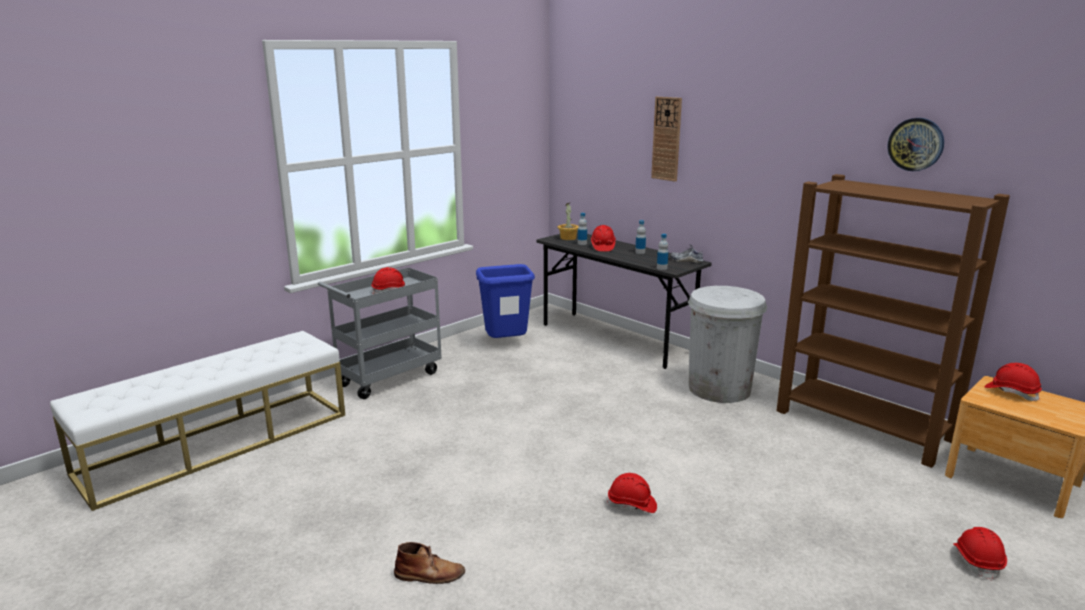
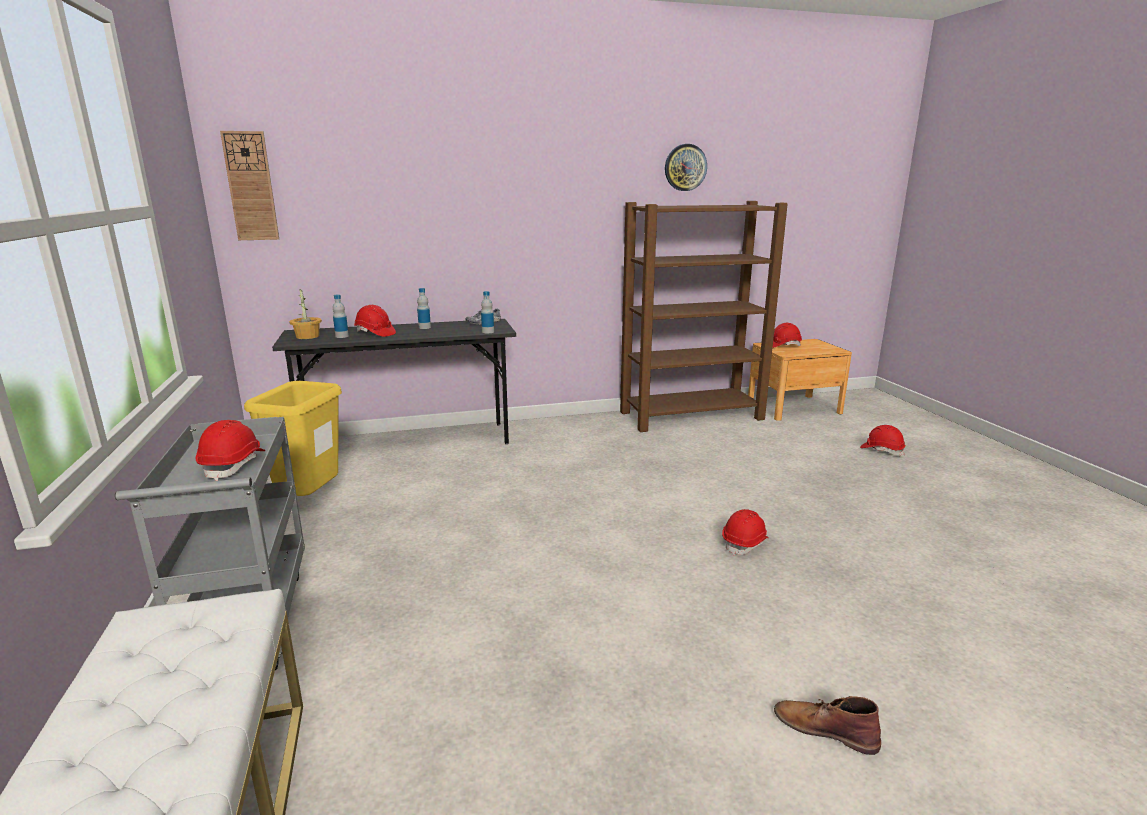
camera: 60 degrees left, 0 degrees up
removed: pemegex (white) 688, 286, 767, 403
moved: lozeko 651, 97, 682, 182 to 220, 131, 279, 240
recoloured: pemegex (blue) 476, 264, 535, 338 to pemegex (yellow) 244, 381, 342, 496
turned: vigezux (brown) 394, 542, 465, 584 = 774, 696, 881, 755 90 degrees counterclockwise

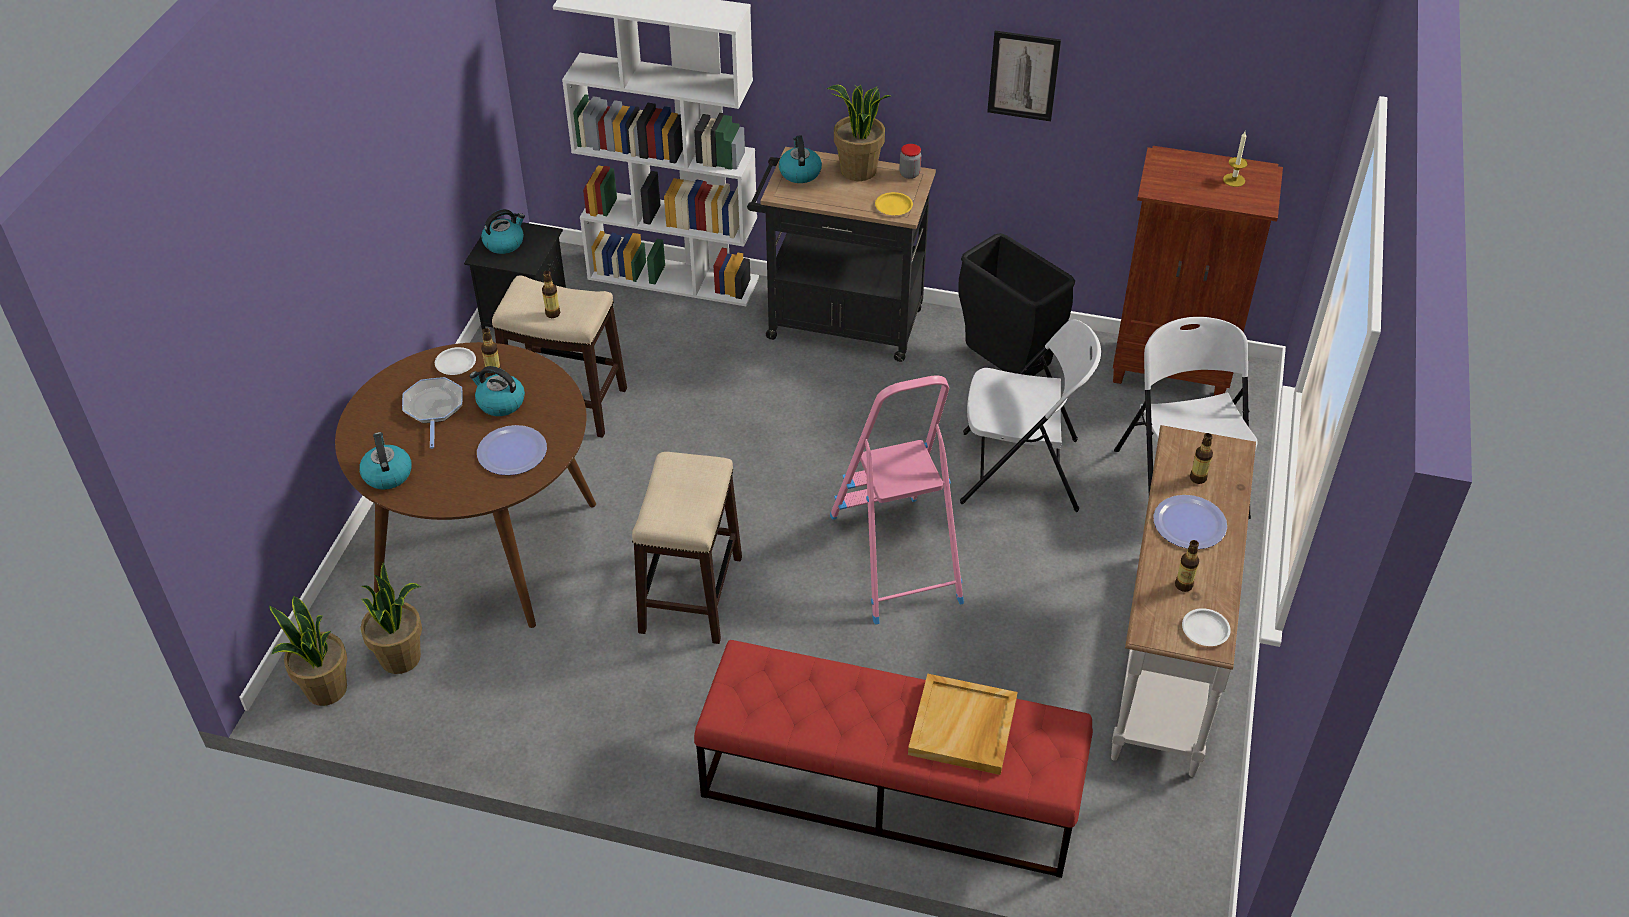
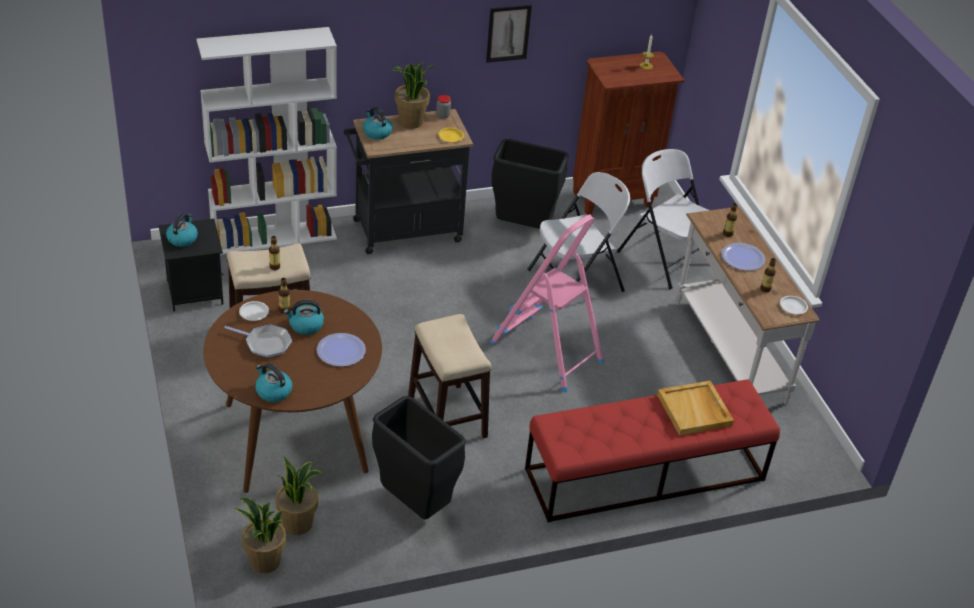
camera: 35 degrees left, 5 degrees down
added: pemegex (black) 372, 396, 466, 519
turned: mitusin 402, 377, 463, 449 = 224, 324, 292, 358 150 degrees clockwise

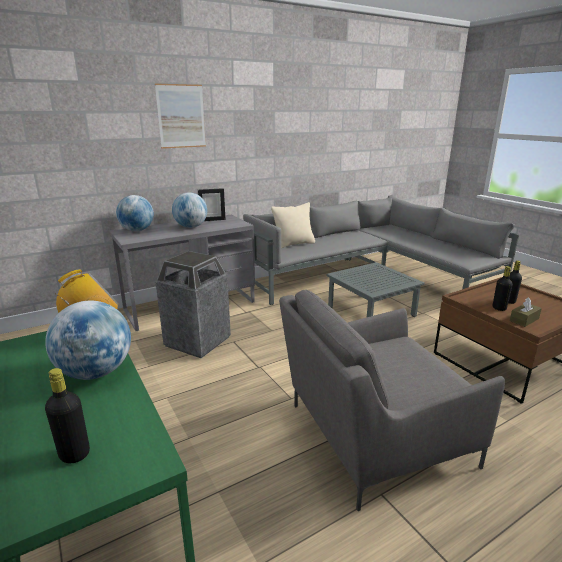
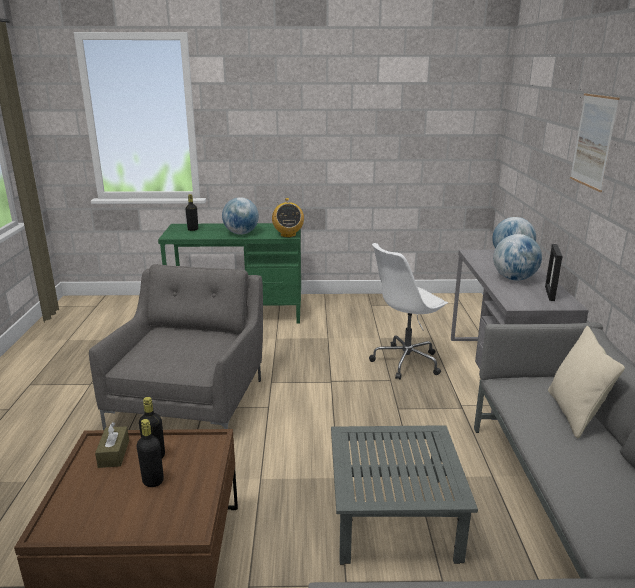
camera: 120 degrees right, 0 degrees up
replaced: pemegex 156, 251, 231, 358 to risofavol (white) 369, 243, 448, 380

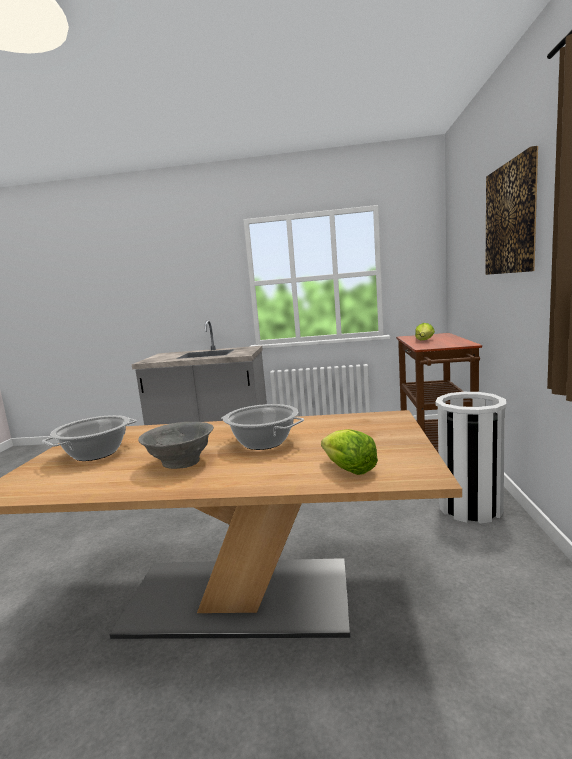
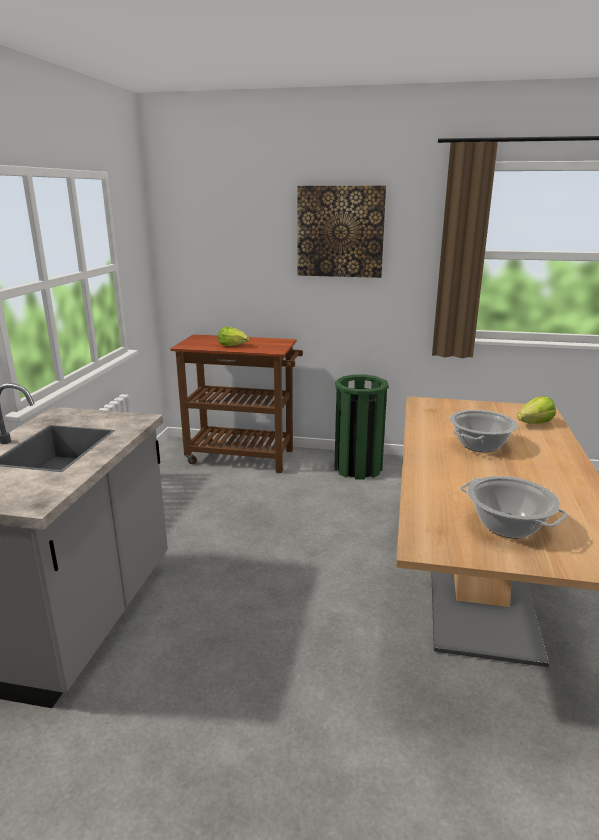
camera: 85 degrees left, 10 degrees up
removed: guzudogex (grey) 138, 422, 214, 469
recoloured: pemegex (white) 436, 392, 506, 524 to pemegex (green) 335, 375, 389, 479

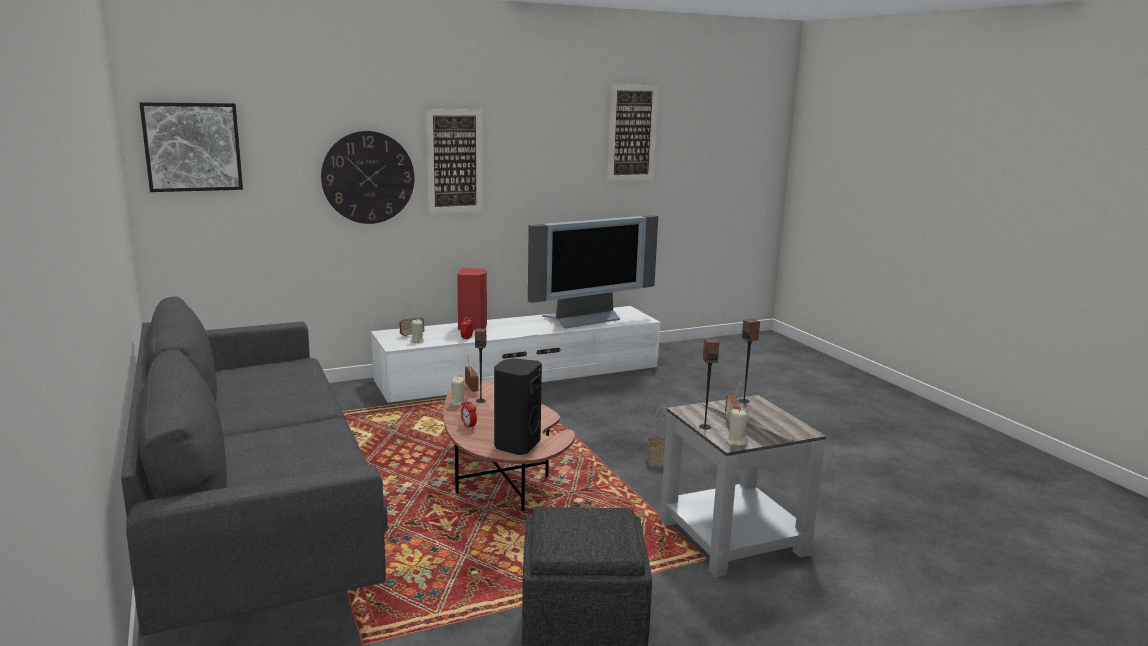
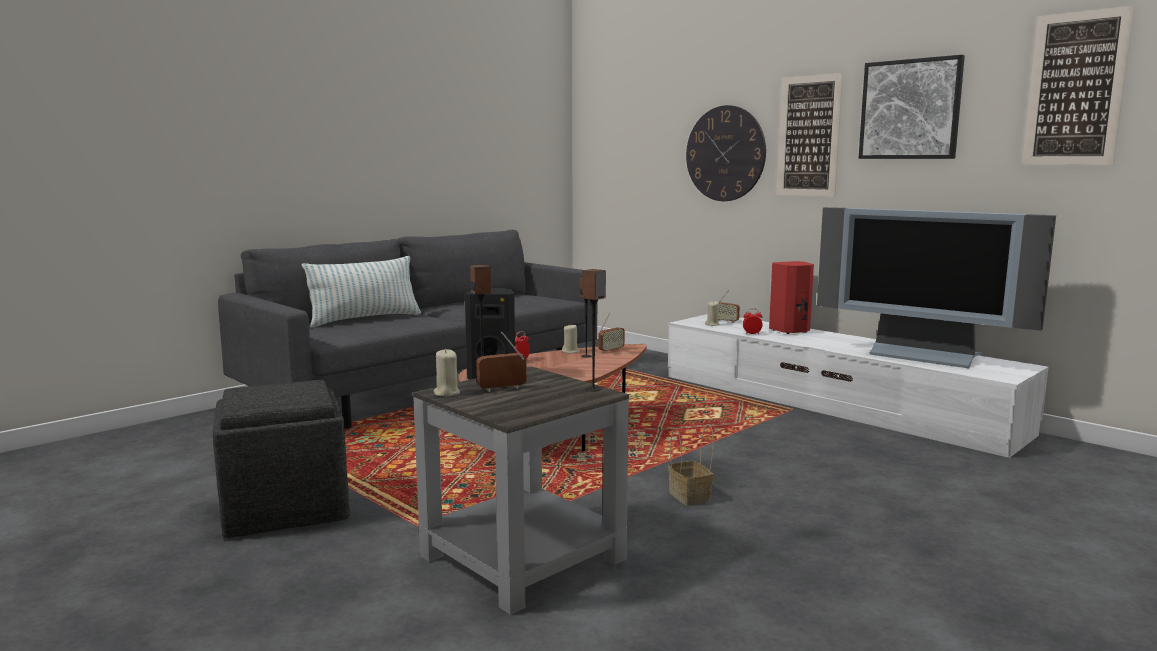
camera: 70 degrees right, 5 degrees down
added: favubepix 302, 256, 421, 327
moved: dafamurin 140, 102, 243, 192 to 858, 55, 965, 159

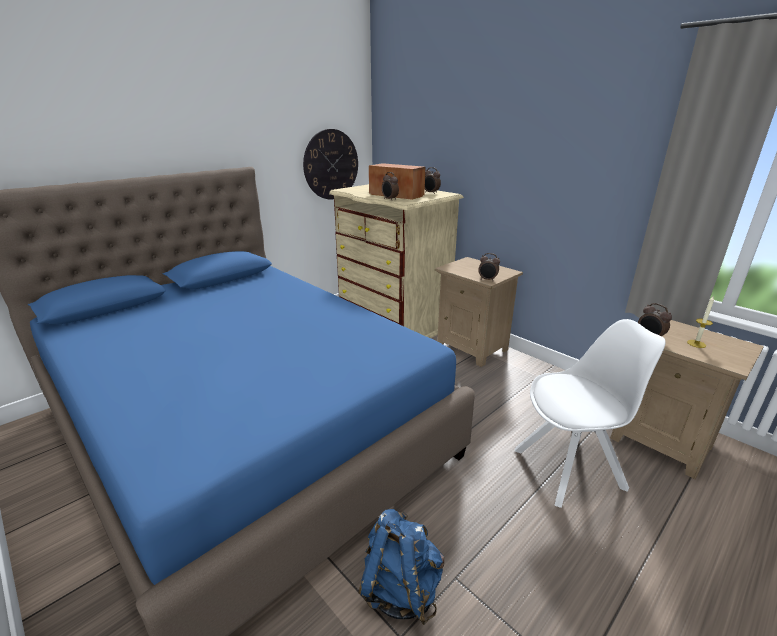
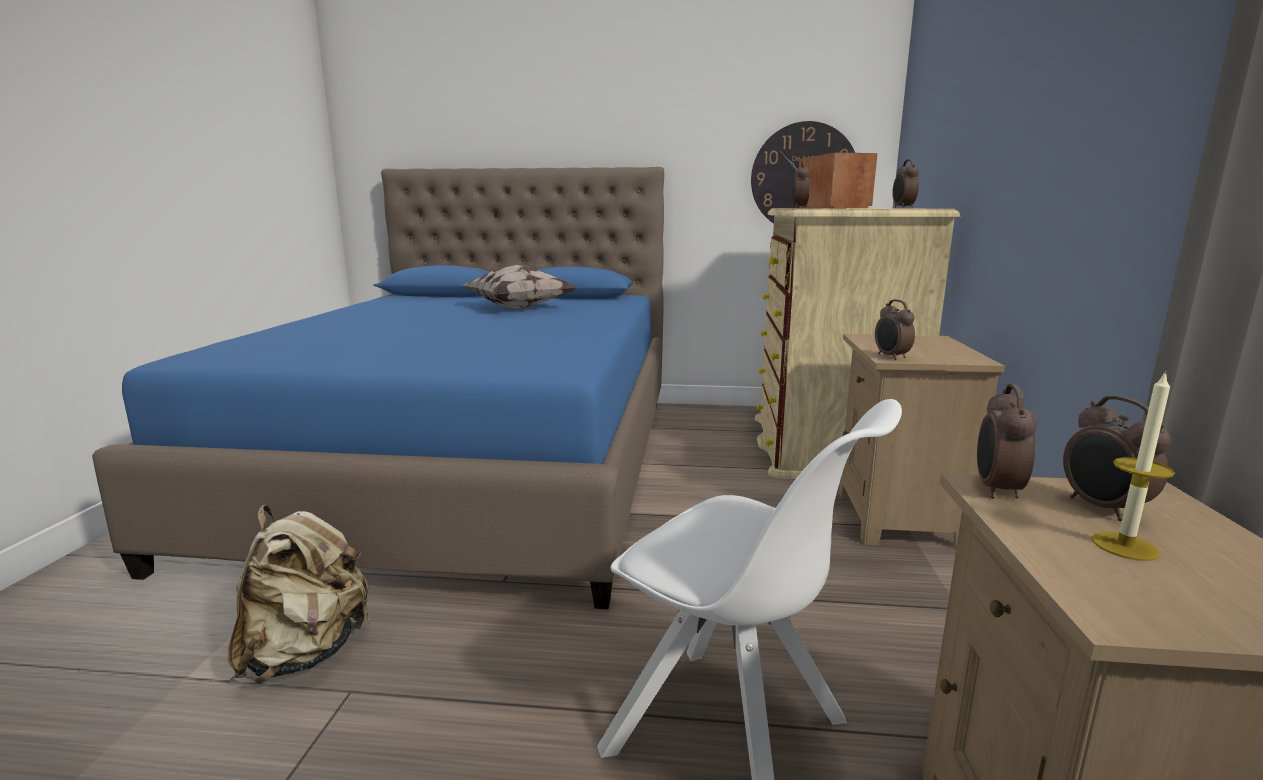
camera: 50 degrees right, 10 degrees down
added: favubepix 461, 265, 577, 309; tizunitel 1063, 396, 1171, 521
recoloured: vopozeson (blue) 359, 509, 444, 625 to vopozeson (beige) 228, 504, 371, 683

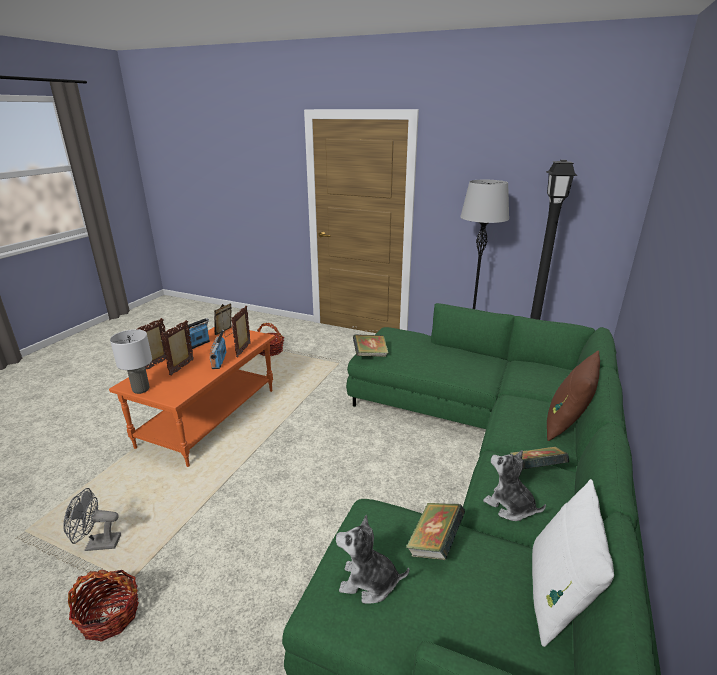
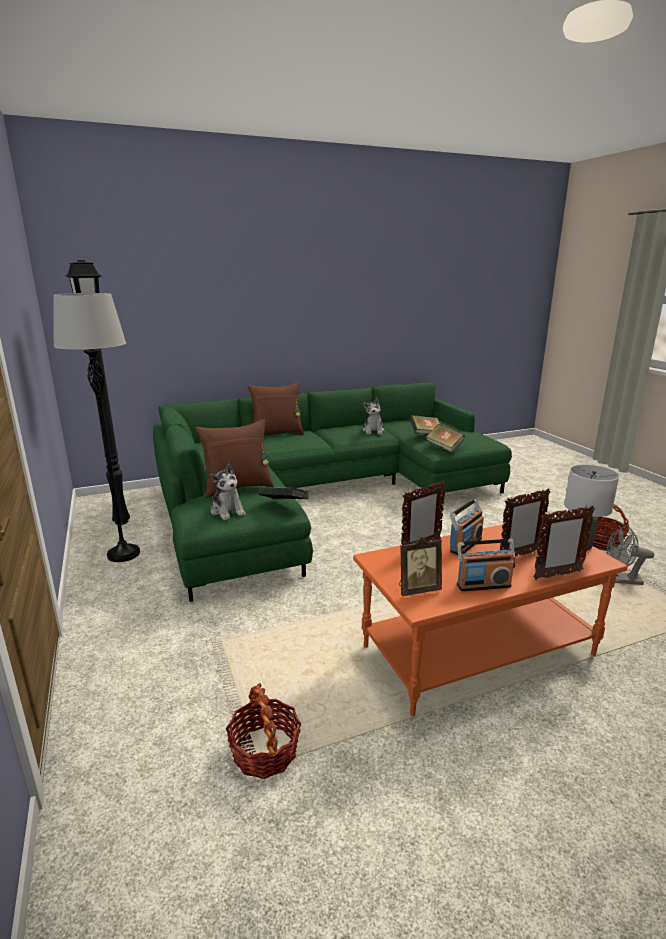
camera: 135 degrees left, 5 degrees down
removed: favubepix (white) 532, 479, 614, 647
added: favubepix (brown) 196, 419, 274, 498
moved: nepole 336, 515, 410, 604 to 210, 464, 246, 520; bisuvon 510, 446, 570, 469 to 426, 424, 465, 452
turned: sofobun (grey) 63, 488, 121, 551 = 607, 526, 654, 585 150 degrees clockwise

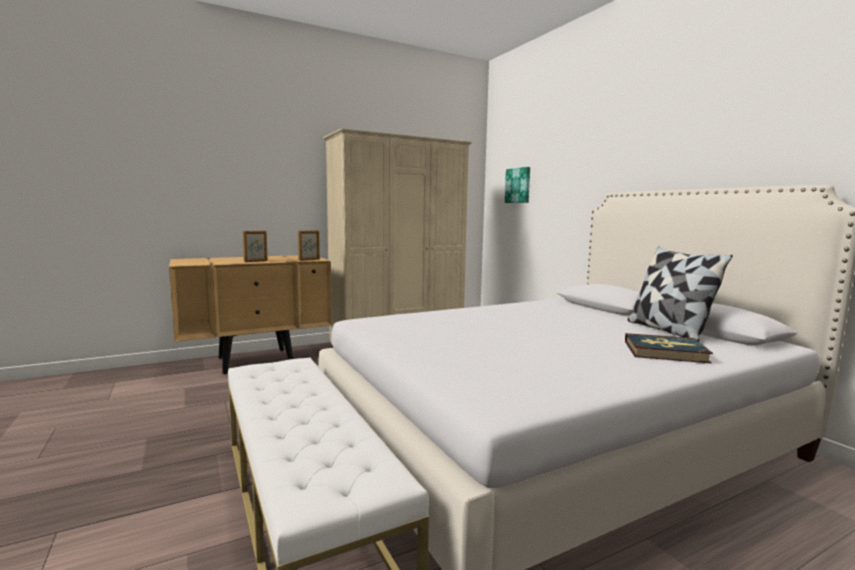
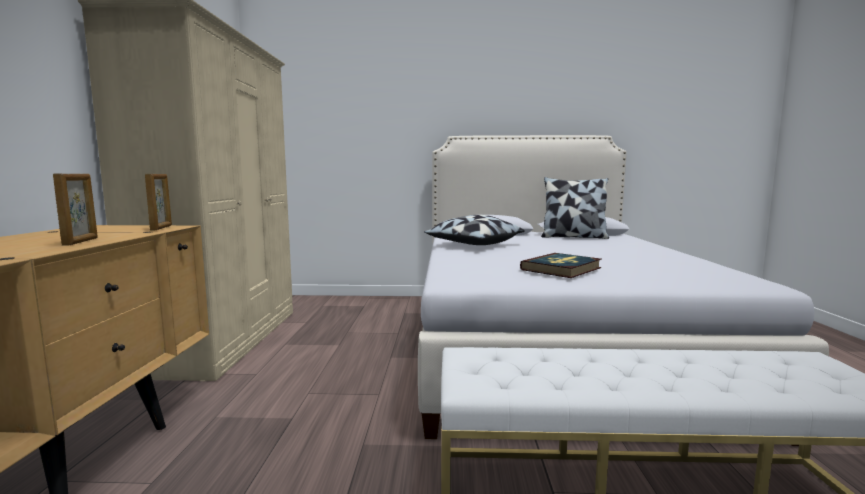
camera: 60 degrees left, 0 degrees up
removed: dafamurin 505, 167, 530, 203
added: favubepix 424, 215, 524, 245
moved: bisuvon 625, 333, 713, 363 to 520, 253, 602, 278

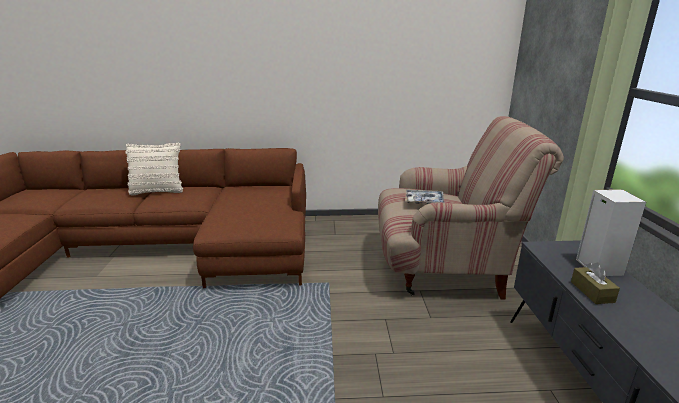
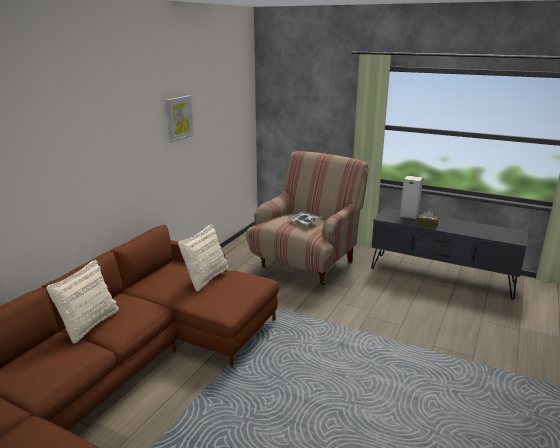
camera: 60 degrees left, 0 degrees up
added: dafamurin 166, 96, 194, 143; favubepix (beige) 178, 224, 229, 291

